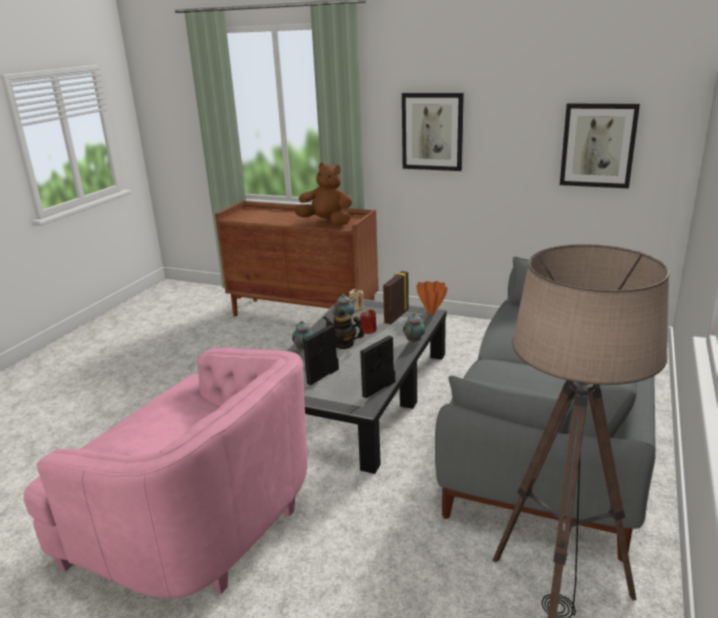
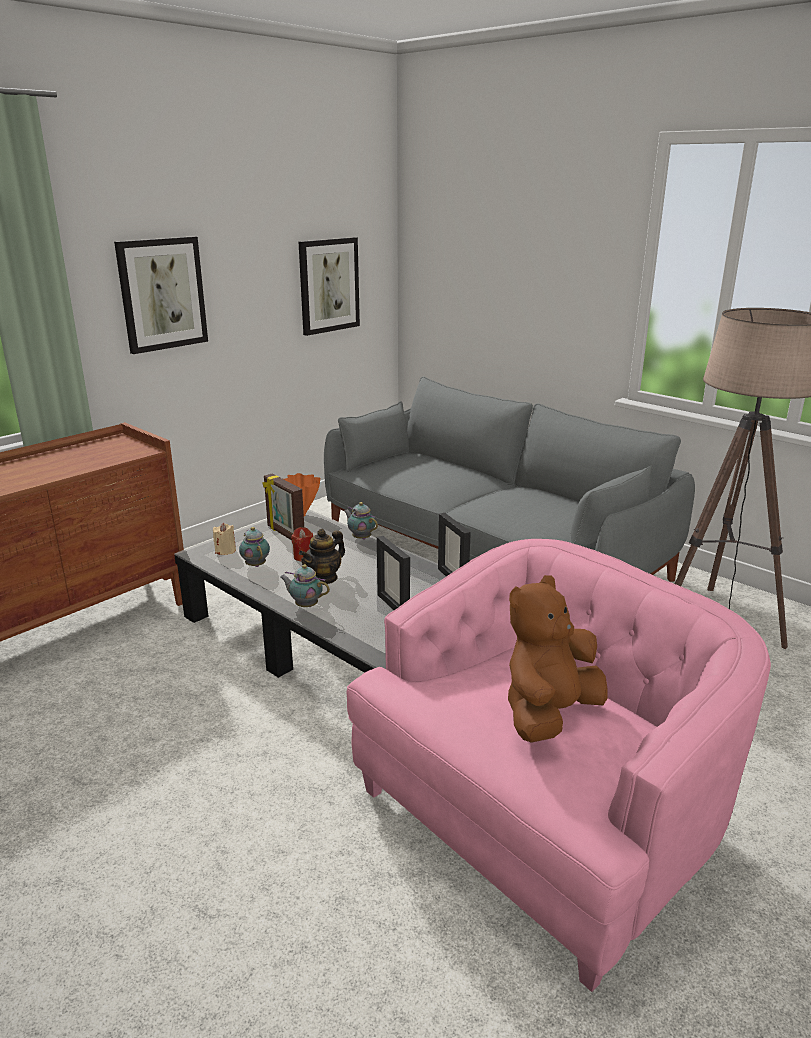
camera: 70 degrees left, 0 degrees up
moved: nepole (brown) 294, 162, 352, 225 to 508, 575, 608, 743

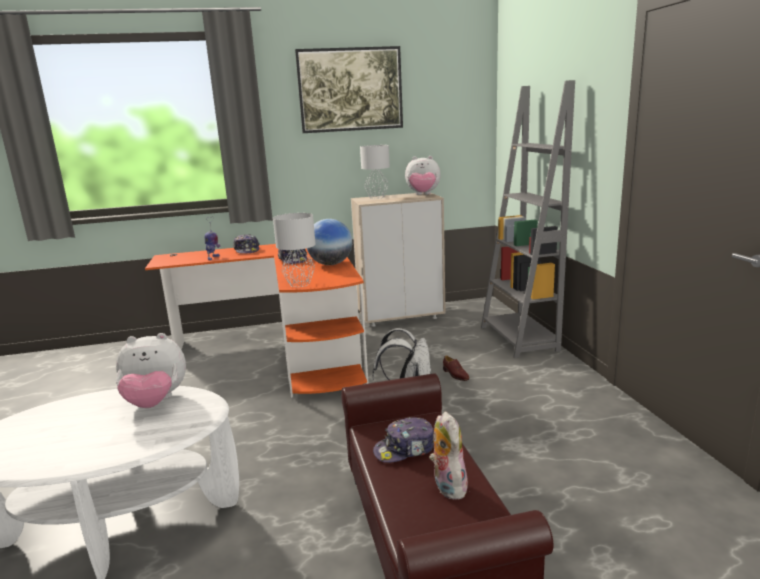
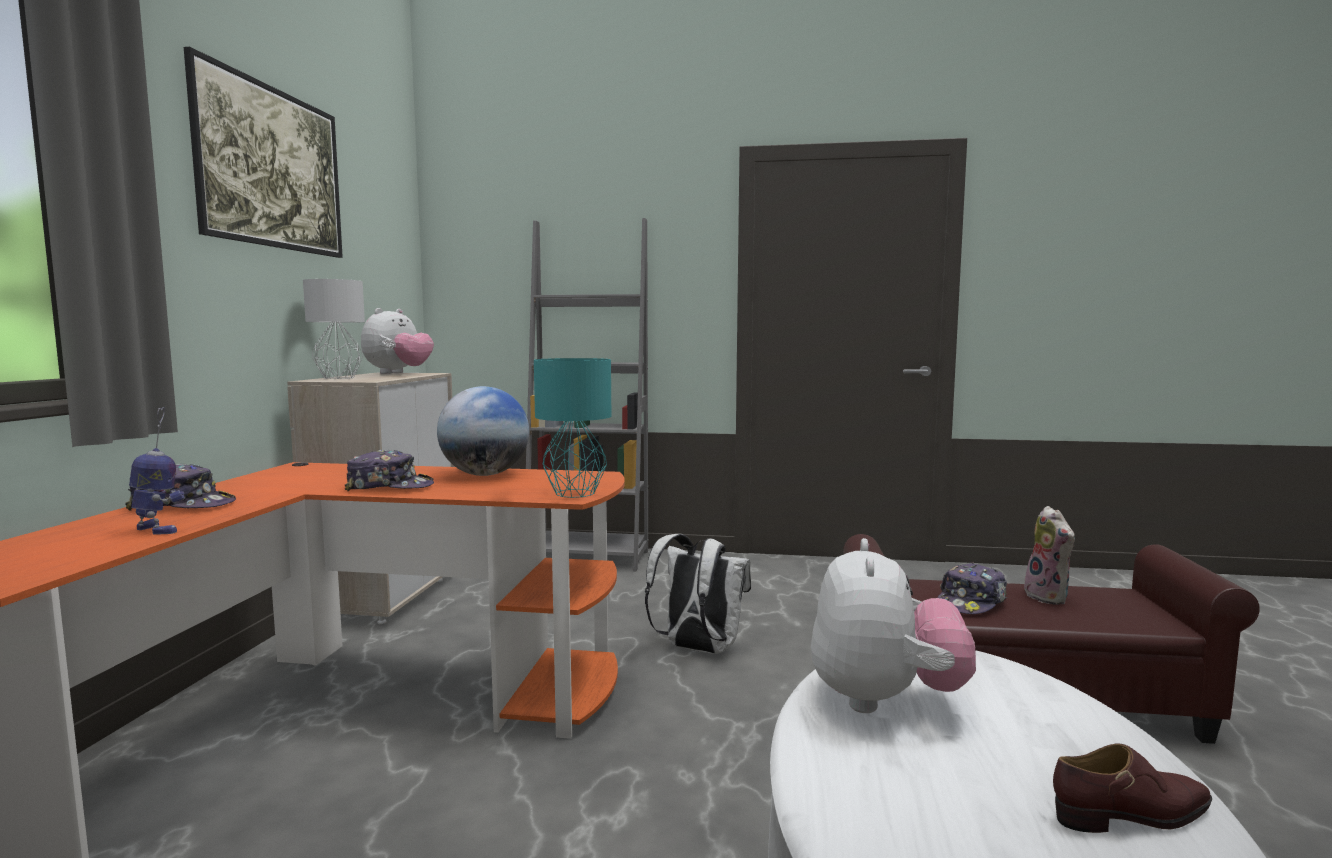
camera: 70 degrees left, 10 degrees down
moved: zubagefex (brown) 443, 356, 469, 381 to 1053, 743, 1212, 833
recoloured: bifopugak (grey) 273, 213, 316, 287 to bifopugak (turquoise) 534, 358, 611, 498
turned: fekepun 373, 417, 434, 463 = 937, 563, 1007, 614 45 degrees clockwise; nepole 429, 412, 471, 500 = 1021, 506, 1075, 605 105 degrees counterclockwise

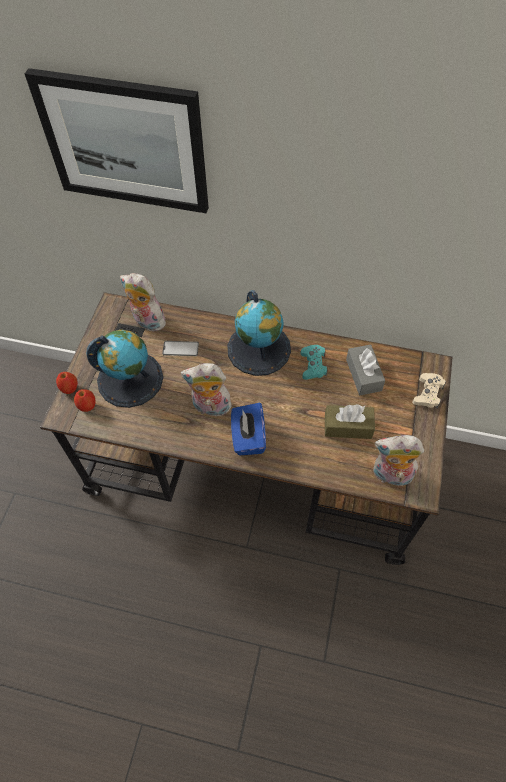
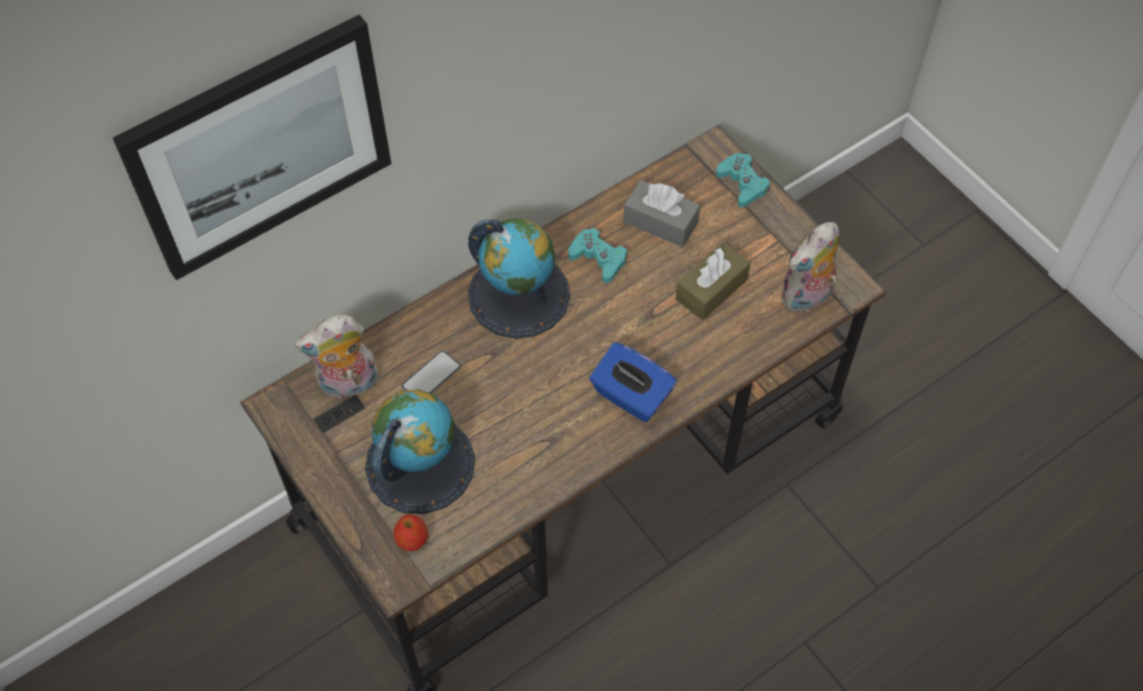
camera: 50 degrees left, 0 degrees up
removed: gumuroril 56, 372, 78, 394; nepole 181, 363, 232, 417
recoloured: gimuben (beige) 412, 373, 446, 409 to gimuben (turquoise) 716, 153, 770, 207

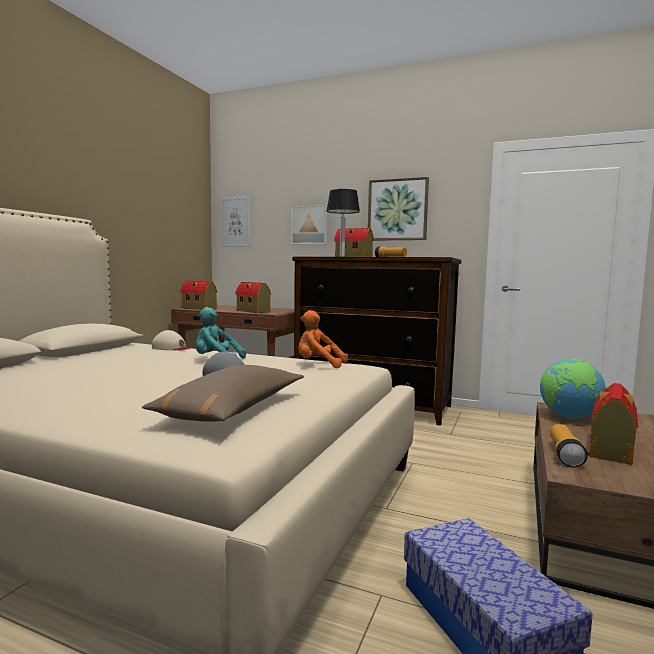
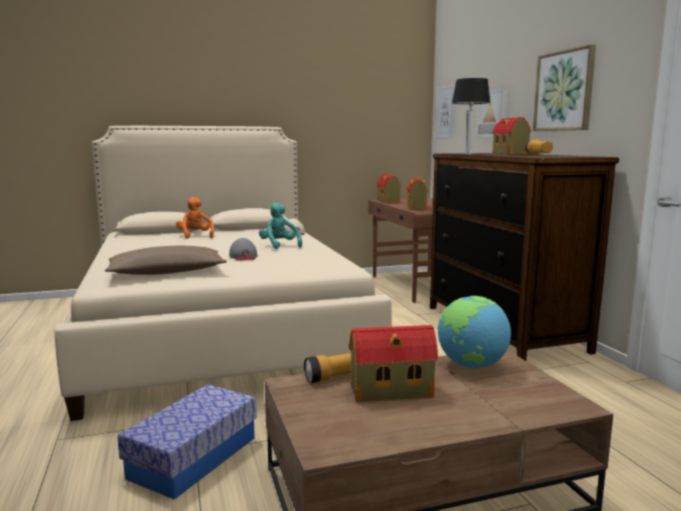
camera: 50 degrees right, 5 degrees up
moved: nepole (orange) 298, 310, 348, 368 to 176, 197, 214, 239

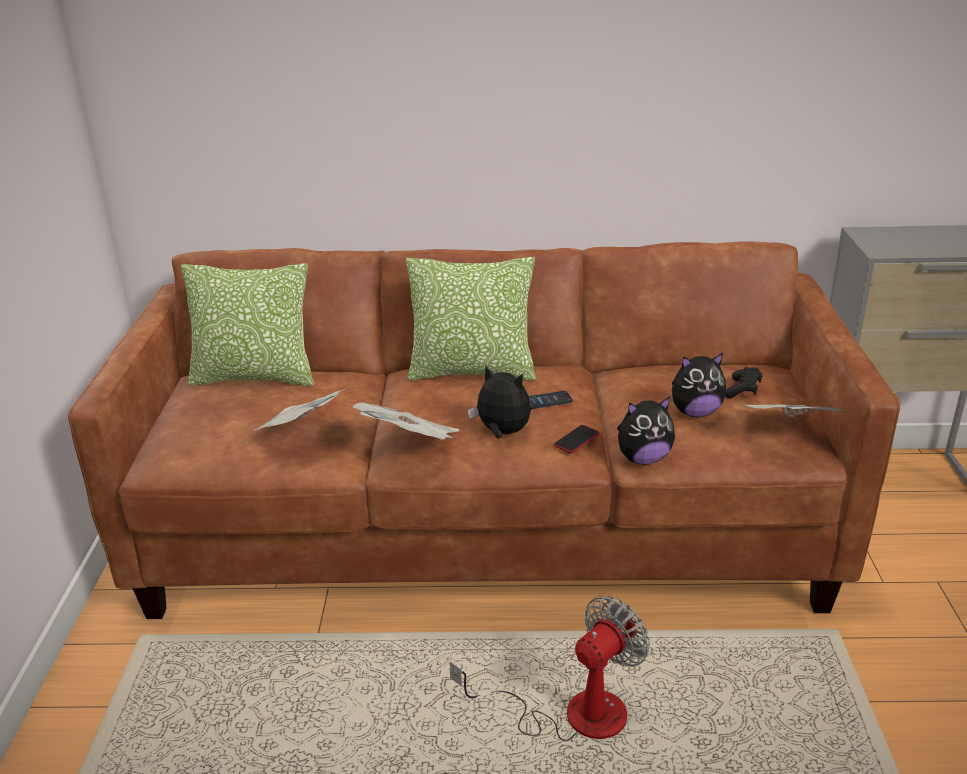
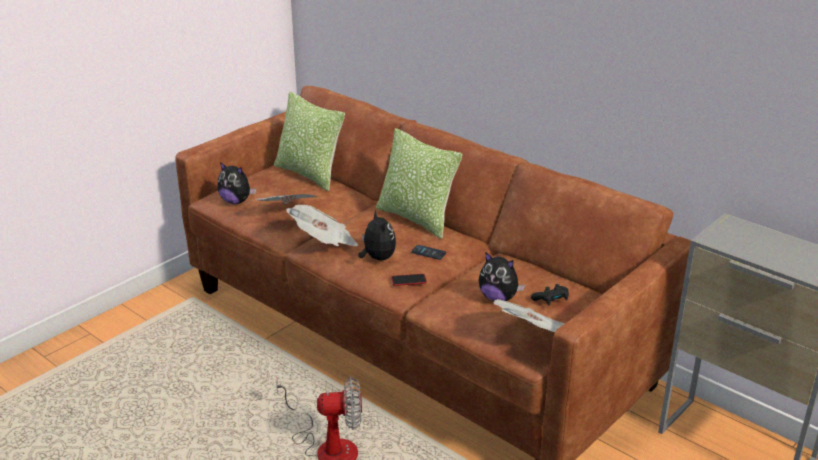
camera: 40 degrees right, 0 degrees up
moved: nepole 617, 397, 675, 465 to 217, 162, 256, 204

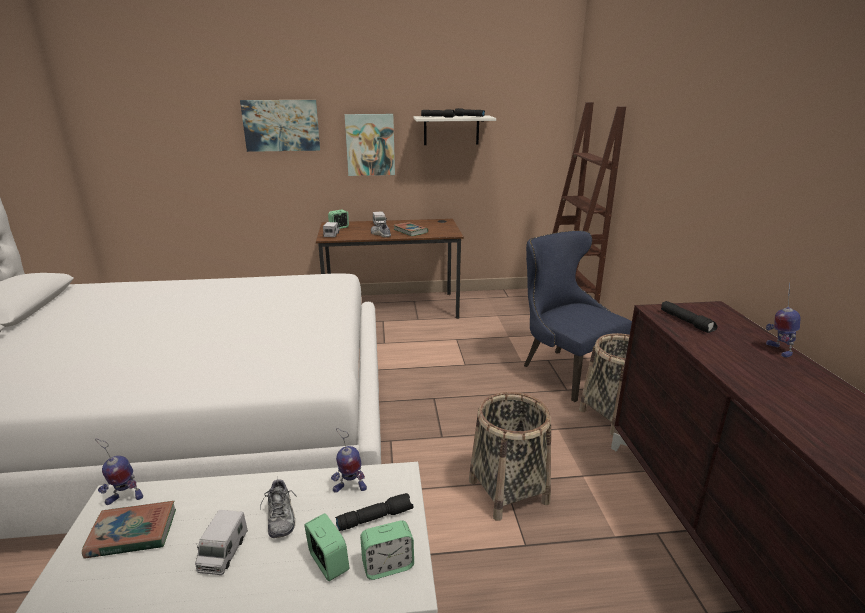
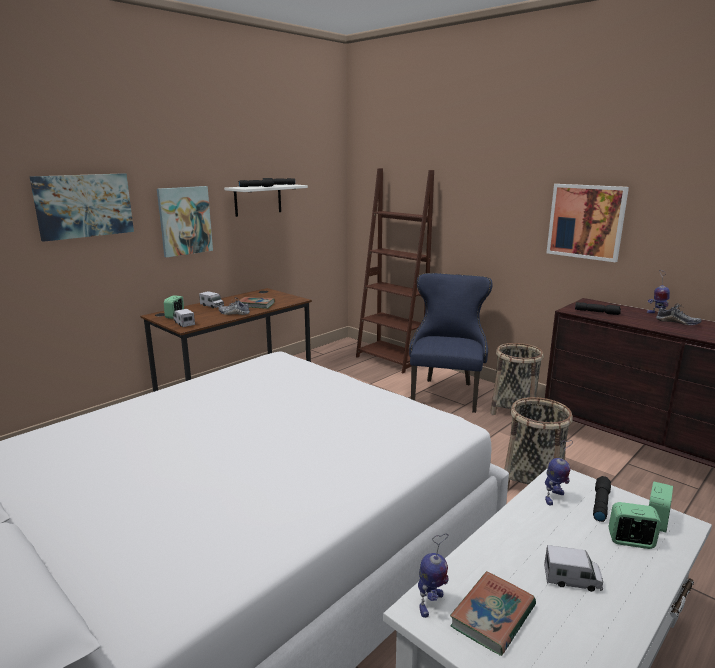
camera: 40 degrees left, 5 degrees down
added: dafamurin 547, 184, 629, 262
moved: zubagefex 260, 477, 297, 538 to 656, 304, 702, 325
turned: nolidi 195, 510, 248, 575 = 544, 545, 603, 592 45 degrees counterclockwise; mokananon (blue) 524, 231, 632, 402 = 409, 273, 492, 413 90 degrees clockwise

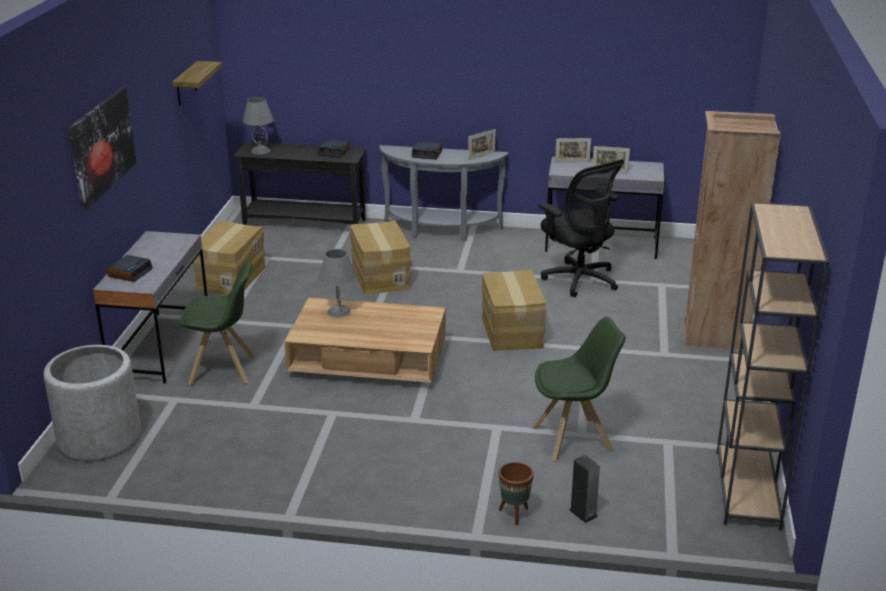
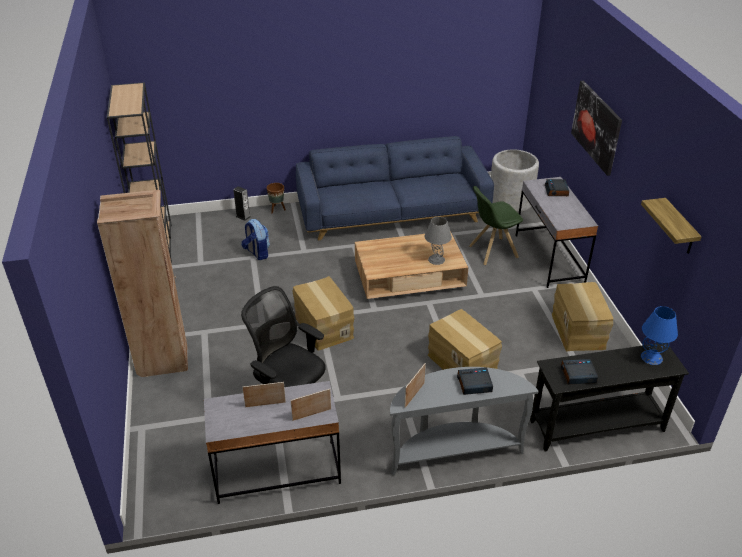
camera: 160 degrees right, 10 degrees up
added: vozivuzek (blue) 296, 136, 494, 240
replaced: mokananon (green) 532, 317, 626, 462 to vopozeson 241, 219, 270, 260
recoloured: bifopugak (grey) 243, 97, 274, 154 to bifopugak (blue) 641, 306, 678, 365

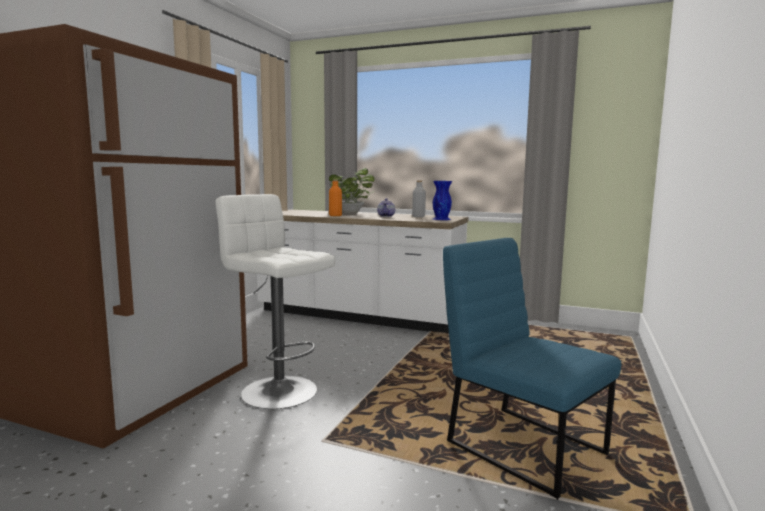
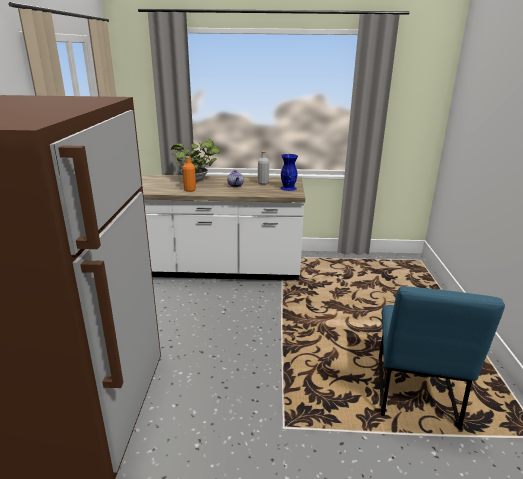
camera: 20 degrees left, 15 degrees up
removed: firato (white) 215, 194, 335, 409
turned: mokananon (blue) 443, 238, 621, 500 = 379, 287, 505, 430 105 degrees counterclockwise

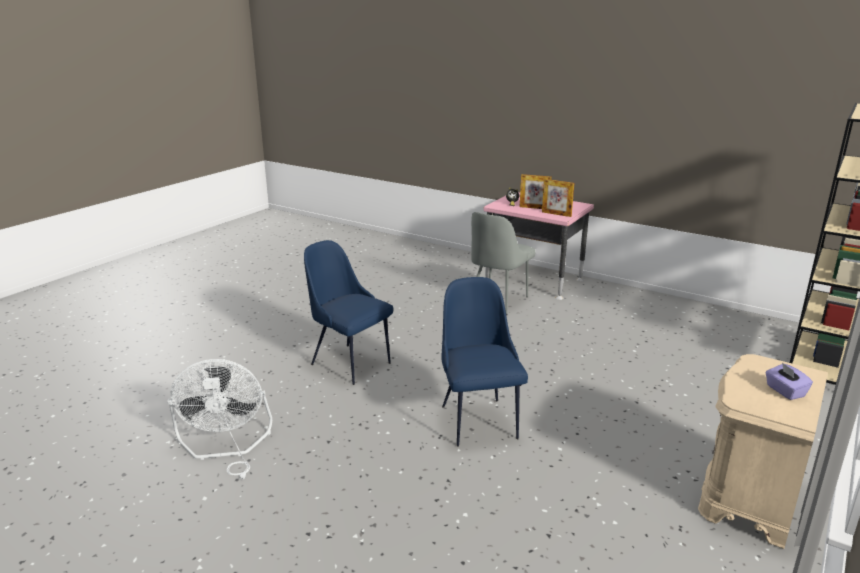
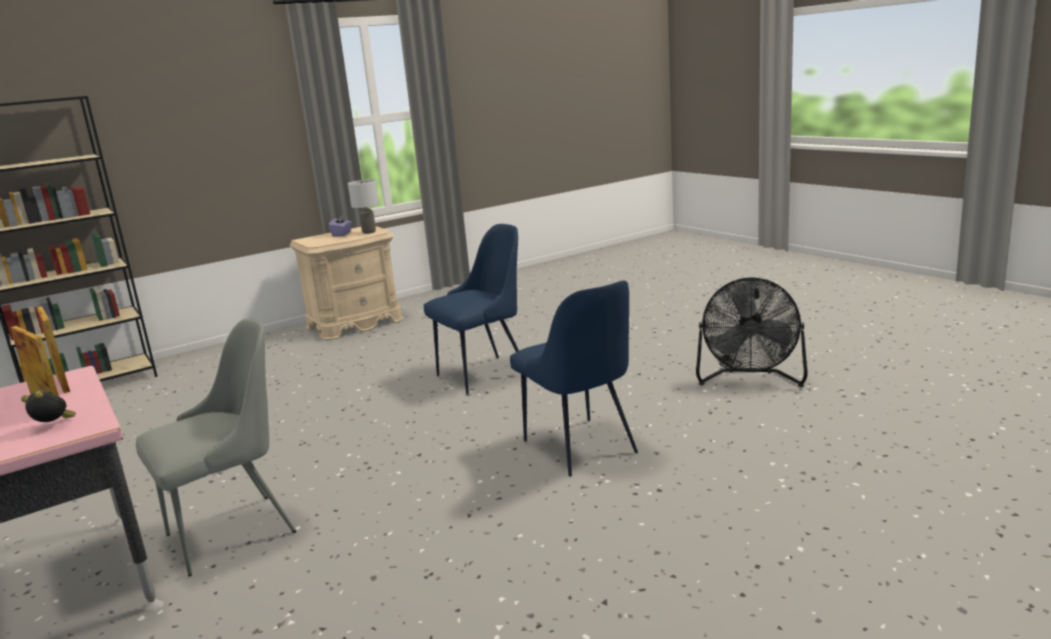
camera: 155 degrees left, 5 degrees down
added: bifopugak (white) 348, 179, 379, 234
recoloured: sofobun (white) 167, 359, 272, 479 to sofobun (black) 696, 278, 808, 388
turned: mokananon (blue) 441, 277, 528, 447 = 424, 224, 519, 395 135 degrees counterclockwise

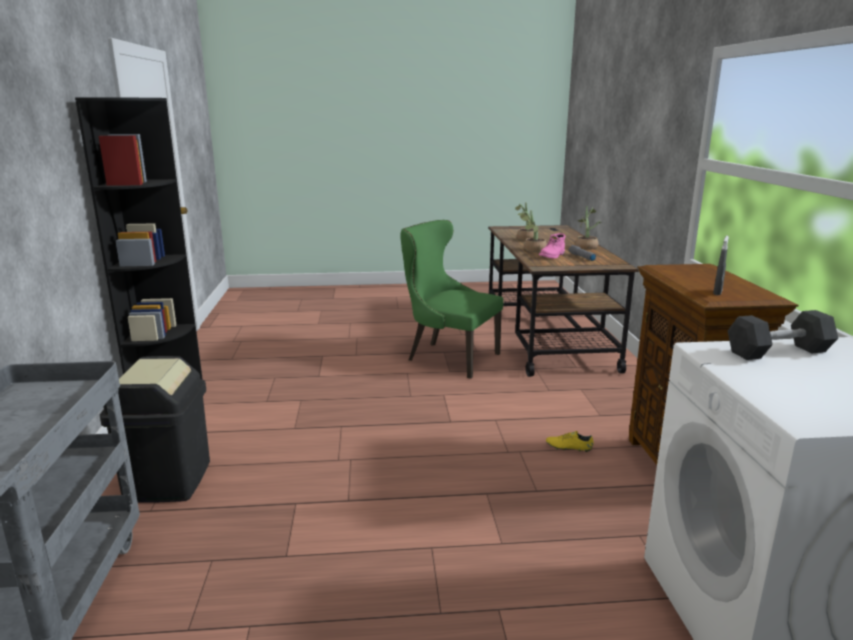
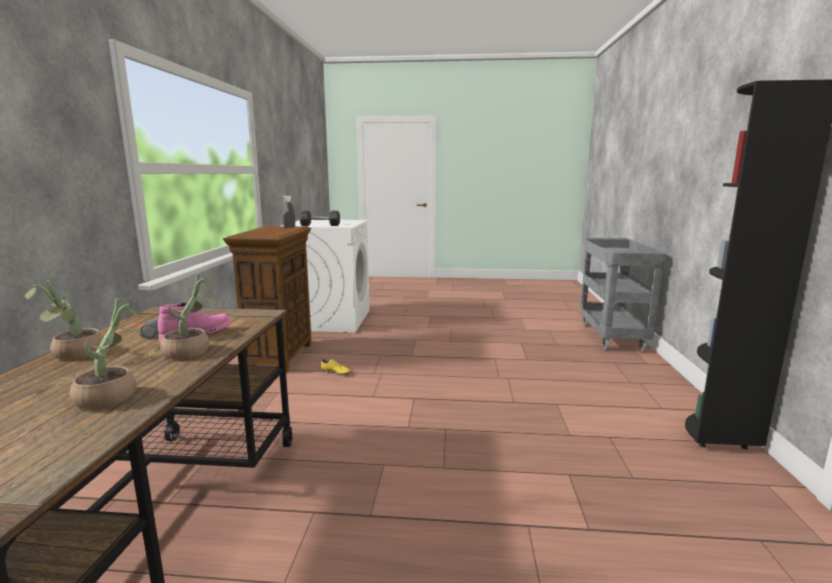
camera: 170 degrees left, 5 degrees down
removed: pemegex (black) 100, 356, 210, 503; mokananon (green) 401, 220, 503, 379

